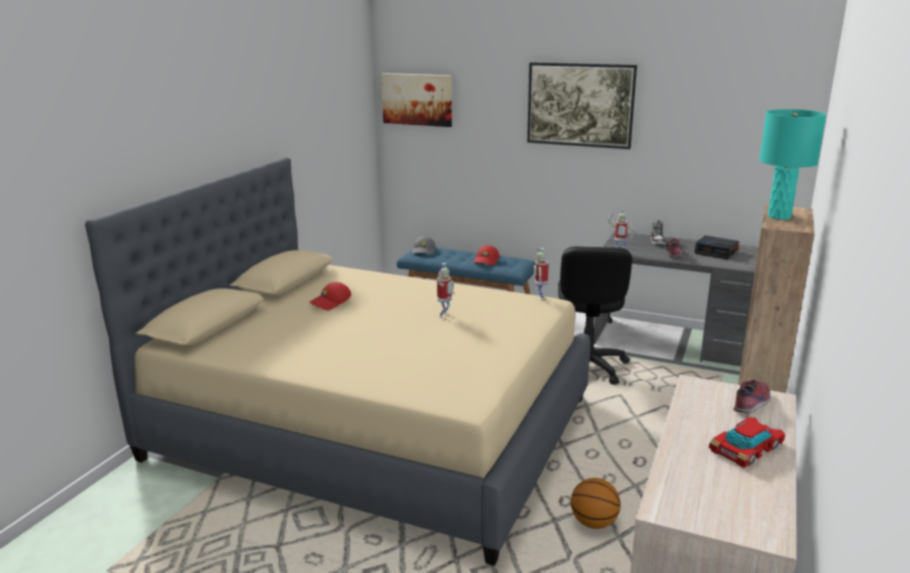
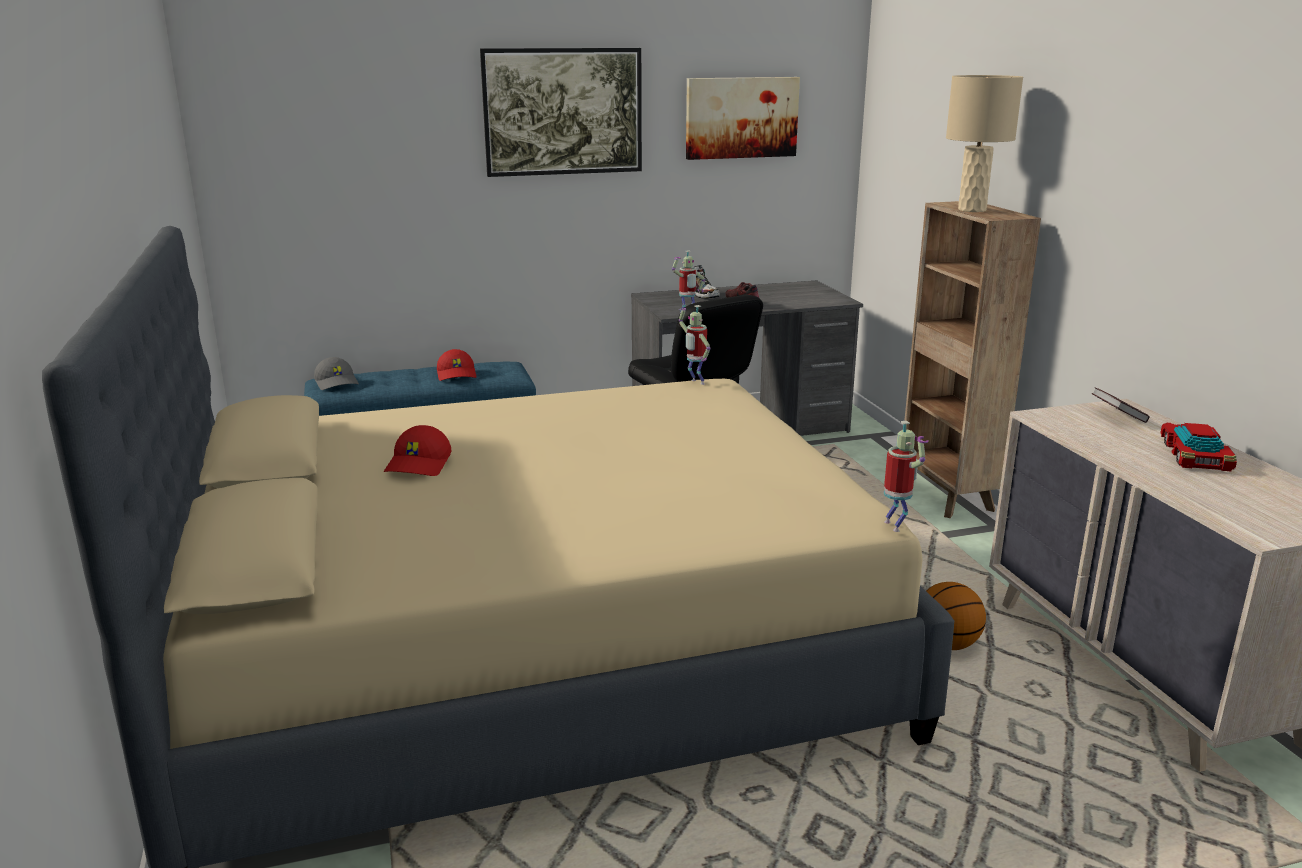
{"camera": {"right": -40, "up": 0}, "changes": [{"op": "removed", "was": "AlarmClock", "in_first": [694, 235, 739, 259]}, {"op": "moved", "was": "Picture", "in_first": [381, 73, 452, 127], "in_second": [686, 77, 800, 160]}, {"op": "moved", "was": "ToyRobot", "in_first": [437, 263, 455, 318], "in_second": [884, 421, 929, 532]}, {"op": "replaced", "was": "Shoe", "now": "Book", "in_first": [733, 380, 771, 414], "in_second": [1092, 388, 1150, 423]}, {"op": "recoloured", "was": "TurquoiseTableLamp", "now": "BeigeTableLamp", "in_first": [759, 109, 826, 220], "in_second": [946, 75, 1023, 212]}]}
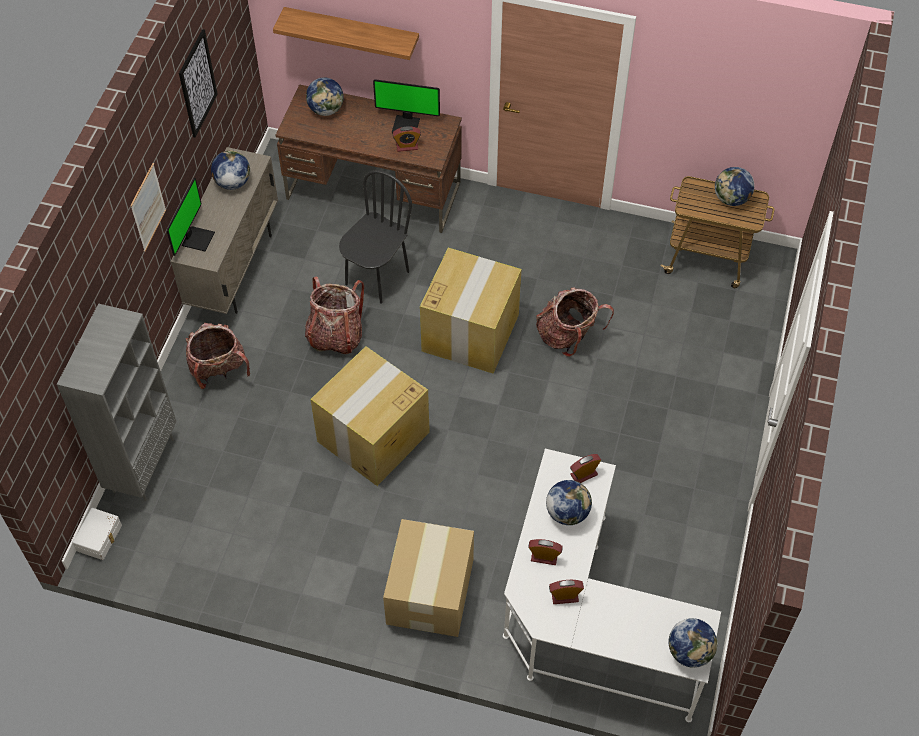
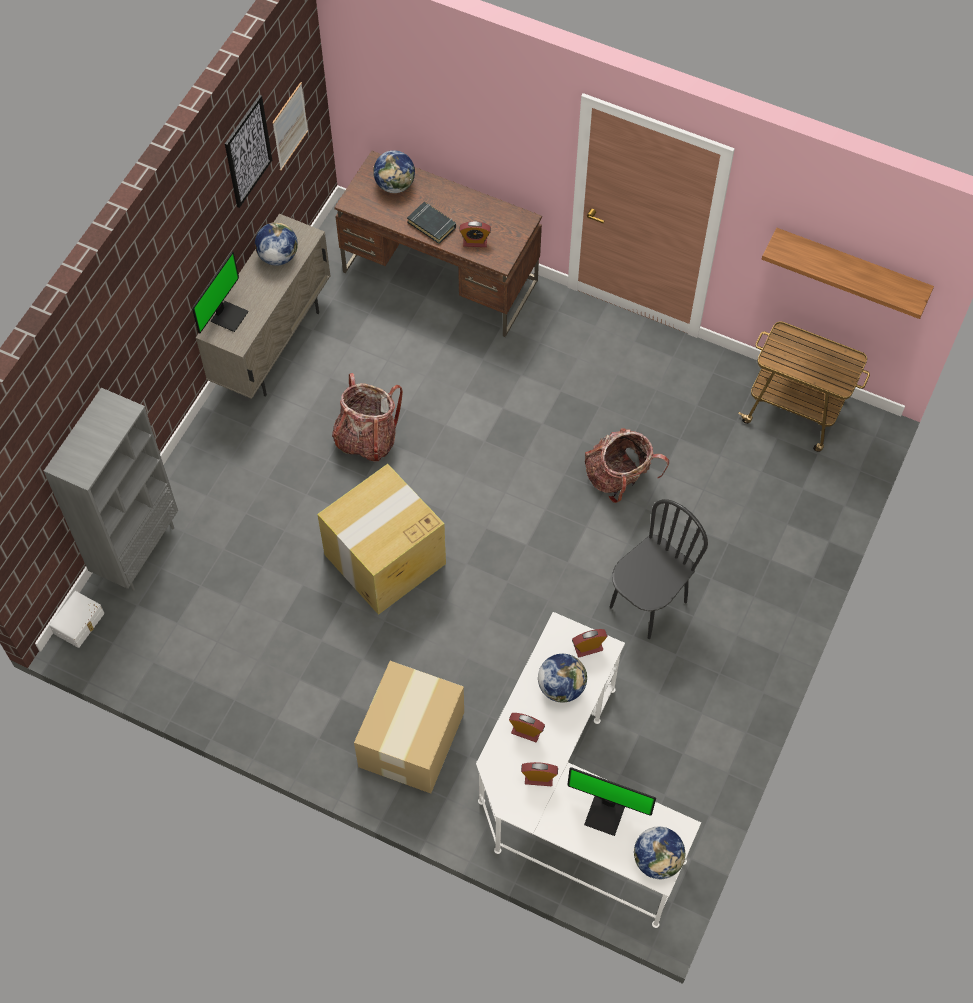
{"camera": {"right": 10, "up": 5}, "changes": [{"op": "removed", "was": "Backpack", "in_first": [186, 323, 250, 389]}, {"op": "removed", "was": "CardboardBox", "in_first": [420, 248, 522, 374]}, {"op": "removed", "was": "Globe", "in_first": [715, 167, 755, 206]}, {"op": "added", "now": "BlackBook", "in_second": [407, 202, 456, 244]}, {"op": "moved", "was": "Picture", "in_first": [130, 163, 166, 252], "in_second": [272, 82, 308, 171]}, {"op": "moved", "was": "Shelf", "in_first": [273, 7, 419, 60], "in_second": [762, 228, 934, 319]}, {"op": "moved", "was": "BlackChair", "in_first": [339, 170, 412, 304], "in_second": [610, 499, 708, 639]}, {"op": "moved", "was": "Monitor", "in_first": [373, 79, 440, 133], "in_second": [567, 767, 656, 836]}]}
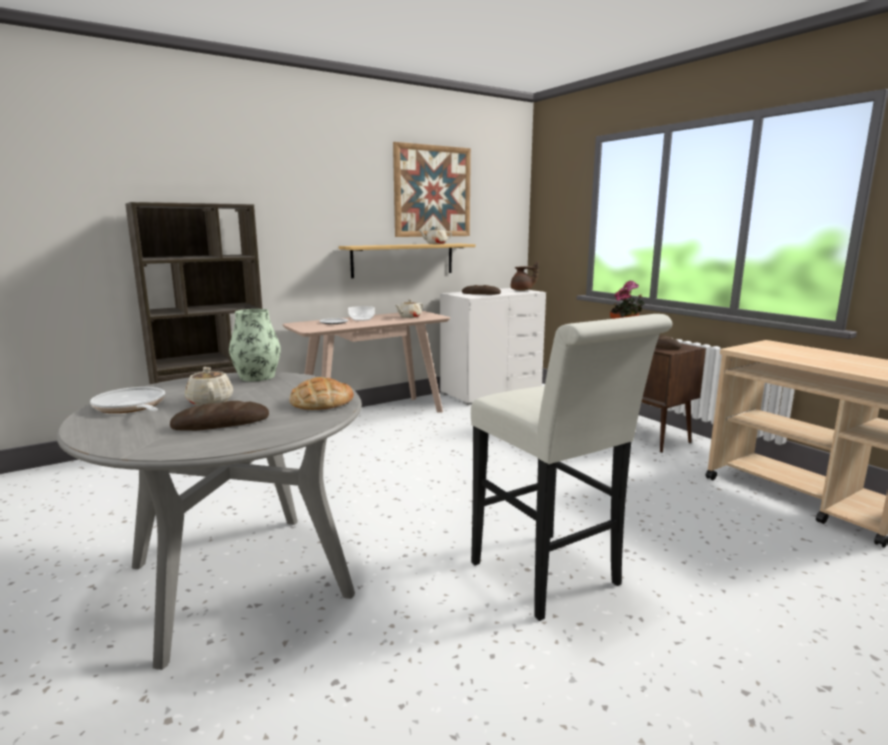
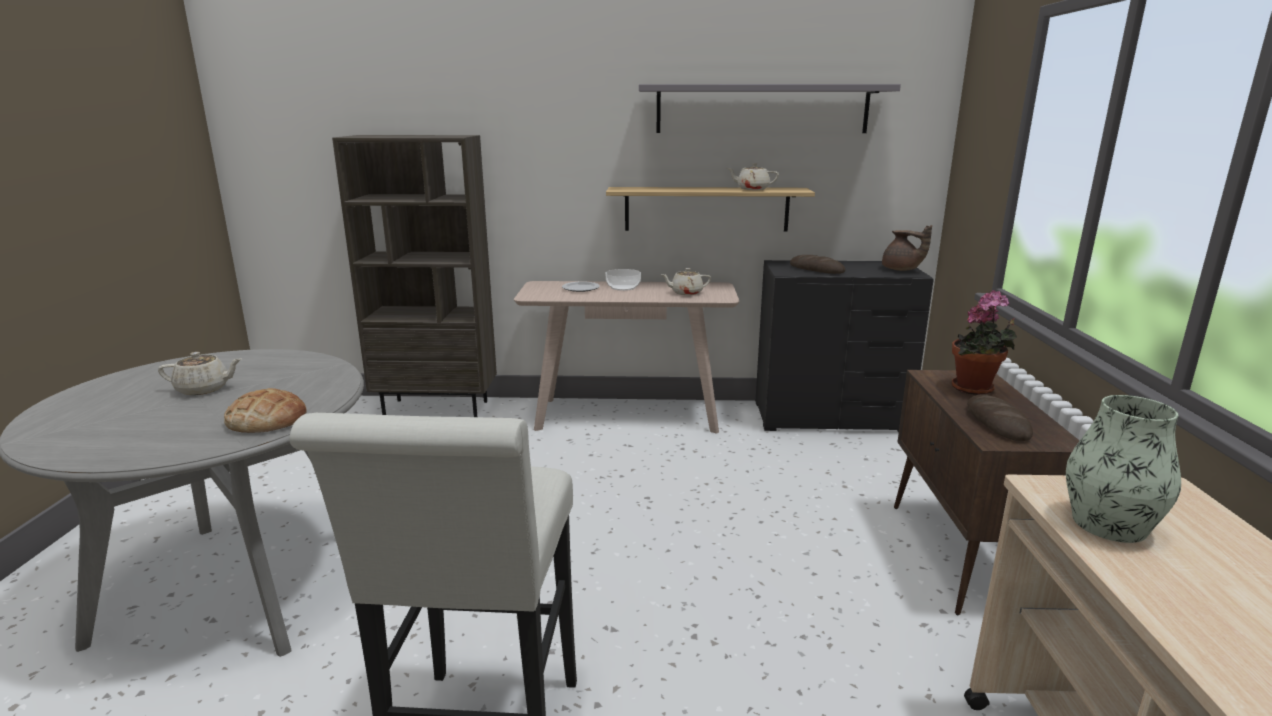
{"camera": {"right": 35, "up": 5}, "changes": [{"op": "removed", "was": "FryingPan", "in_first": [90, 387, 165, 413]}, {"op": "removed", "was": "Bread", "in_first": [170, 401, 269, 431]}, {"op": "moved", "was": "Vase", "in_first": [229, 309, 281, 381], "in_second": [1066, 395, 1181, 543]}, {"op": "replaced", "was": "Picture", "now": "GreyShelf", "in_first": [393, 142, 471, 237], "in_second": [639, 84, 901, 133]}, {"op": "recoloured", "was": "WhiteDresser", "now": "BlackDresser", "in_first": [440, 288, 546, 405], "in_second": [755, 260, 934, 432]}, {"op": "turned", "was": "BeigeTeapot", "in_first": [185, 367, 233, 406], "in_second": [158, 352, 241, 395], "clockwise": 75}]}
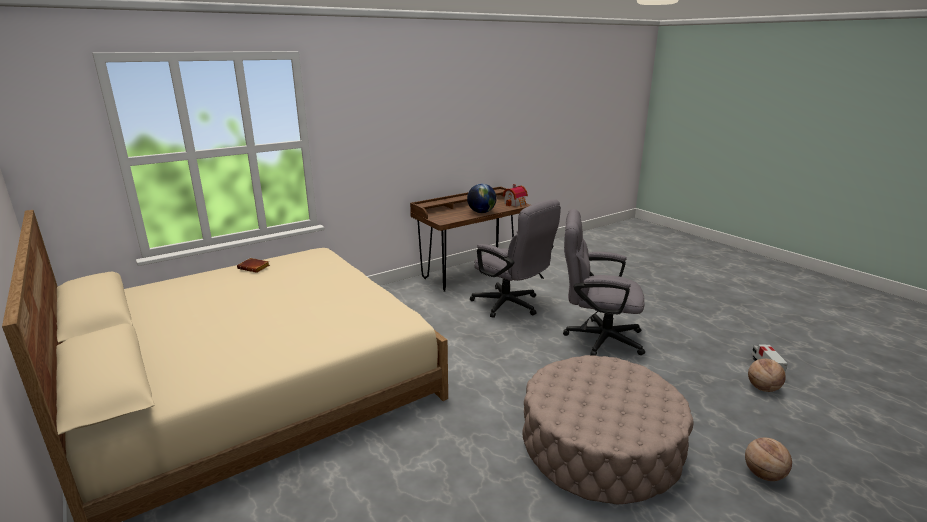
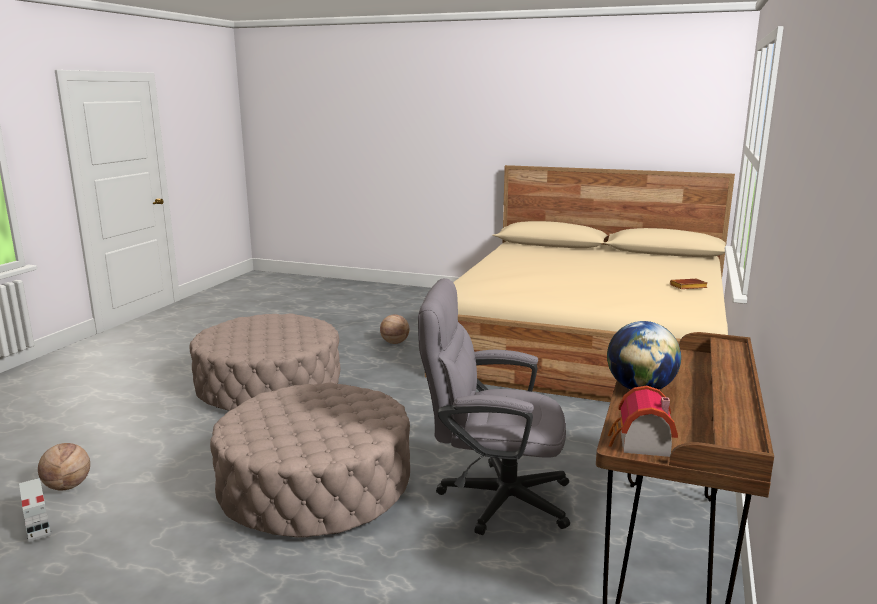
{"camera": {"right": 145, "up": -5}, "changes": [{"op": "moved", "was": "Basketball", "in_first": [745, 438, 792, 481], "in_second": [380, 314, 409, 344]}, {"op": "replaced", "was": "GreyOfficeChair", "now": "BeigeOttoman", "in_first": [563, 209, 645, 356], "in_second": [210, 382, 410, 538]}]}
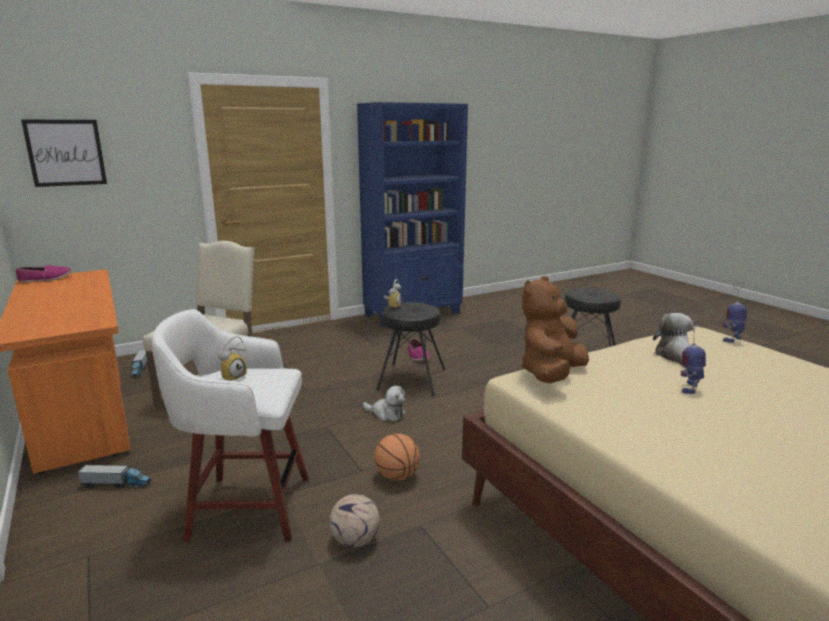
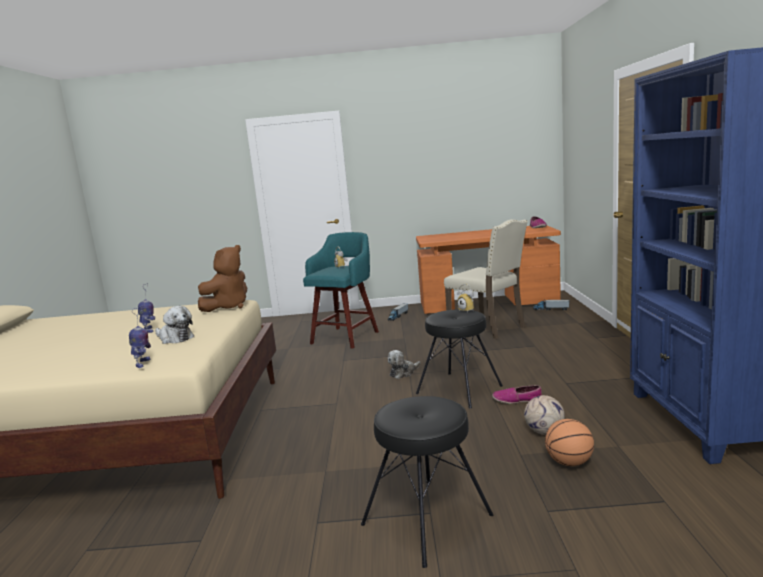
{"camera": {"right": 120, "up": -5}, "changes": [{"op": "removed", "was": "Picture", "in_first": [21, 120, 107, 187]}, {"op": "moved", "was": "Football", "in_first": [329, 494, 380, 547], "in_second": [524, 395, 565, 435]}, {"op": "moved", "was": "Basketball", "in_first": [374, 434, 420, 480], "in_second": [545, 419, 594, 466]}, {"op": "recoloured", "was": "WhiteStool", "now": "TurquoiseStool", "in_first": [152, 309, 309, 542], "in_second": [303, 232, 379, 349]}, {"op": "turned", "was": "BrownPlushToy", "in_first": [521, 276, 589, 383], "in_second": [198, 245, 247, 312], "clockwise": 60}]}
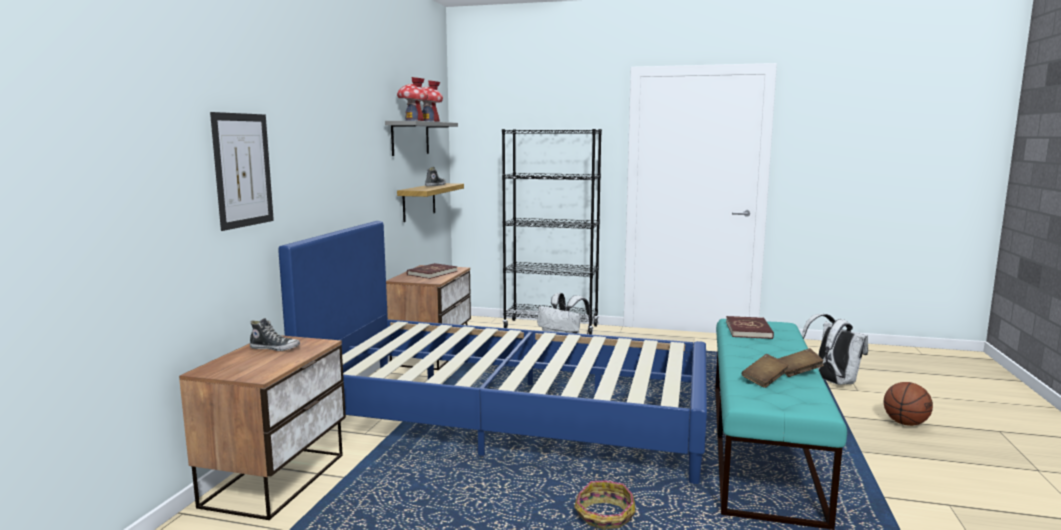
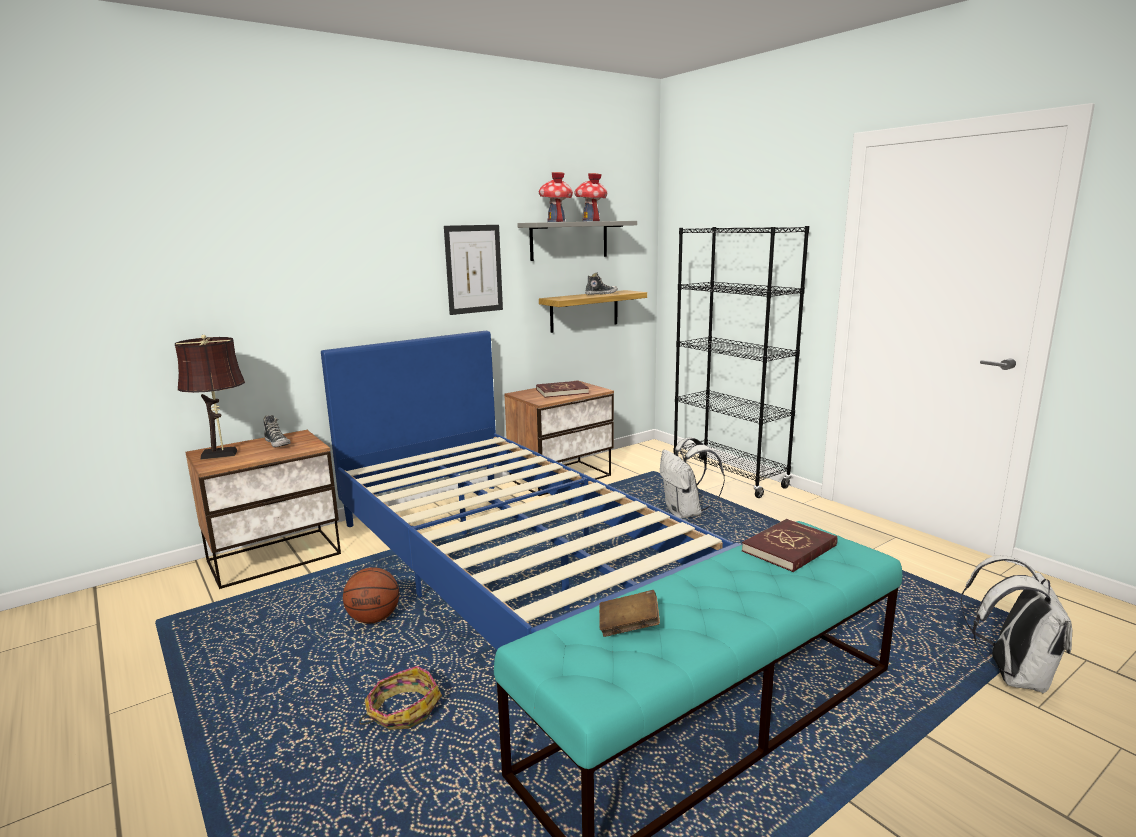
{"camera": {"right": 40, "up": 5}, "changes": [{"op": "removed", "was": "BrownBook", "in_first": [778, 348, 824, 377]}, {"op": "added", "now": "BrownTableLamp", "in_second": [175, 335, 245, 460]}, {"op": "moved", "was": "Picture", "in_first": [210, 112, 274, 231], "in_second": [444, 225, 503, 315]}, {"op": "moved", "was": "Basketball", "in_first": [884, 382, 933, 426], "in_second": [343, 567, 399, 623]}]}
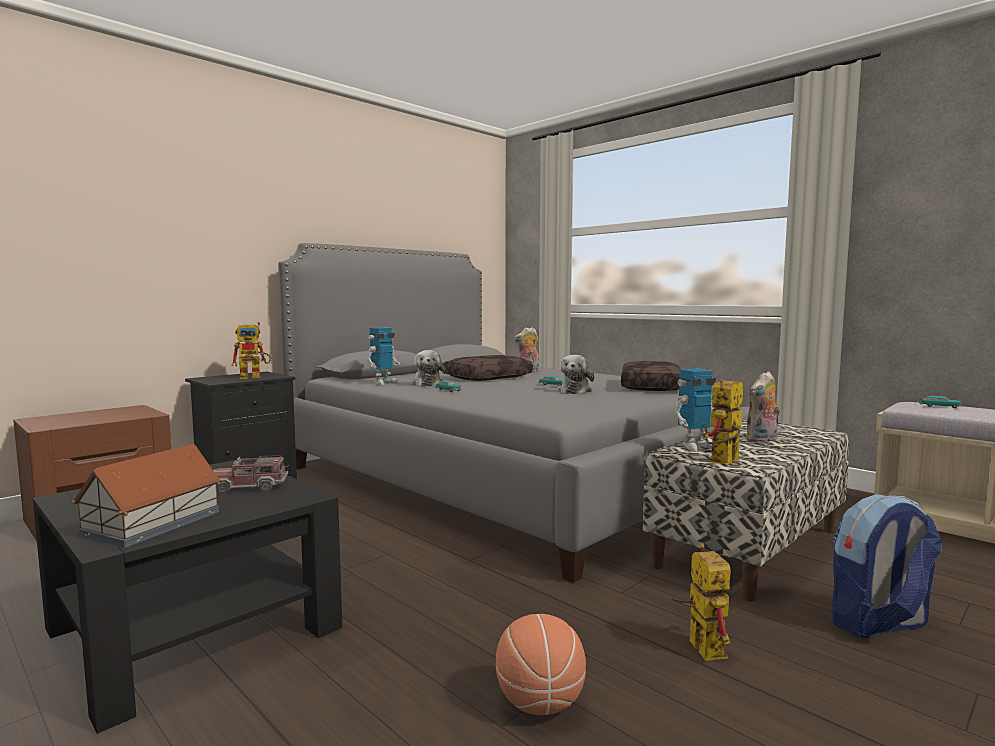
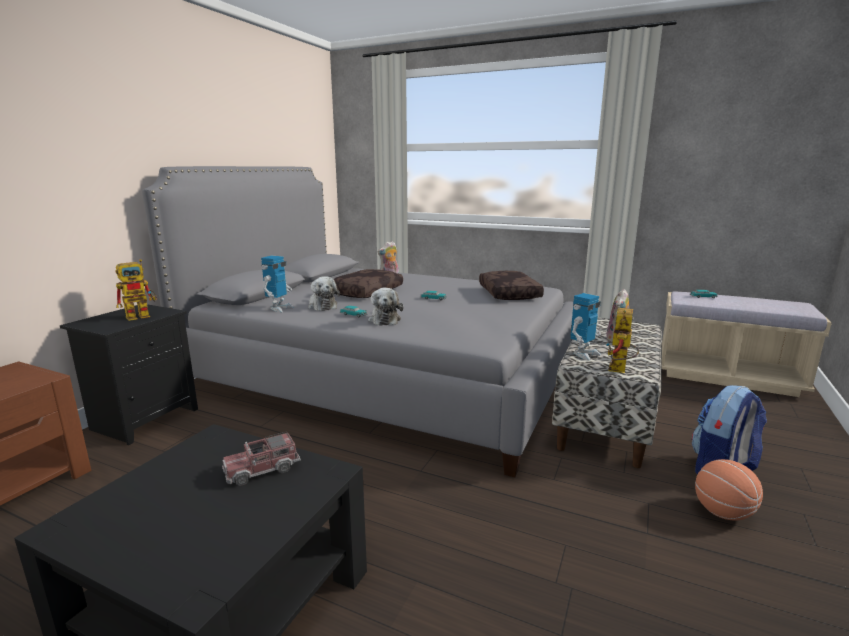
{"camera": {"right": -20, "up": 10}, "changes": [{"op": "removed", "was": "ToyHouse", "in_first": [71, 444, 221, 548]}, {"op": "removed", "was": "ToyRobot", "in_first": [671, 544, 731, 661]}, {"op": "moved", "was": "Basketball", "in_first": [496, 614, 586, 715], "in_second": [695, 459, 763, 521]}, {"op": "moved", "was": "PlushToy", "in_first": [557, 355, 595, 394], "in_second": [368, 288, 403, 326]}]}
